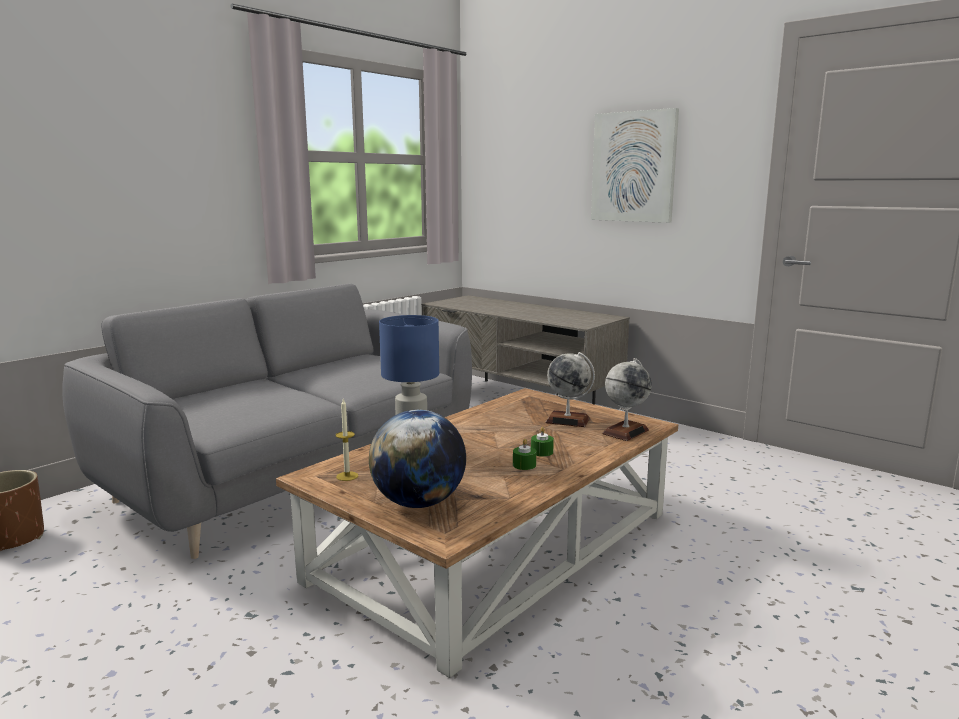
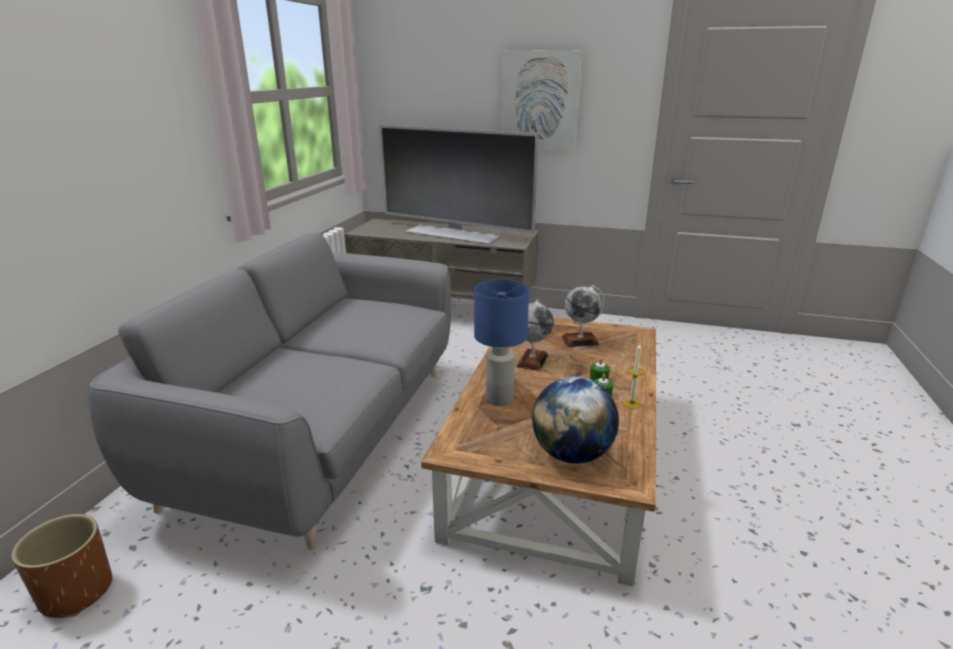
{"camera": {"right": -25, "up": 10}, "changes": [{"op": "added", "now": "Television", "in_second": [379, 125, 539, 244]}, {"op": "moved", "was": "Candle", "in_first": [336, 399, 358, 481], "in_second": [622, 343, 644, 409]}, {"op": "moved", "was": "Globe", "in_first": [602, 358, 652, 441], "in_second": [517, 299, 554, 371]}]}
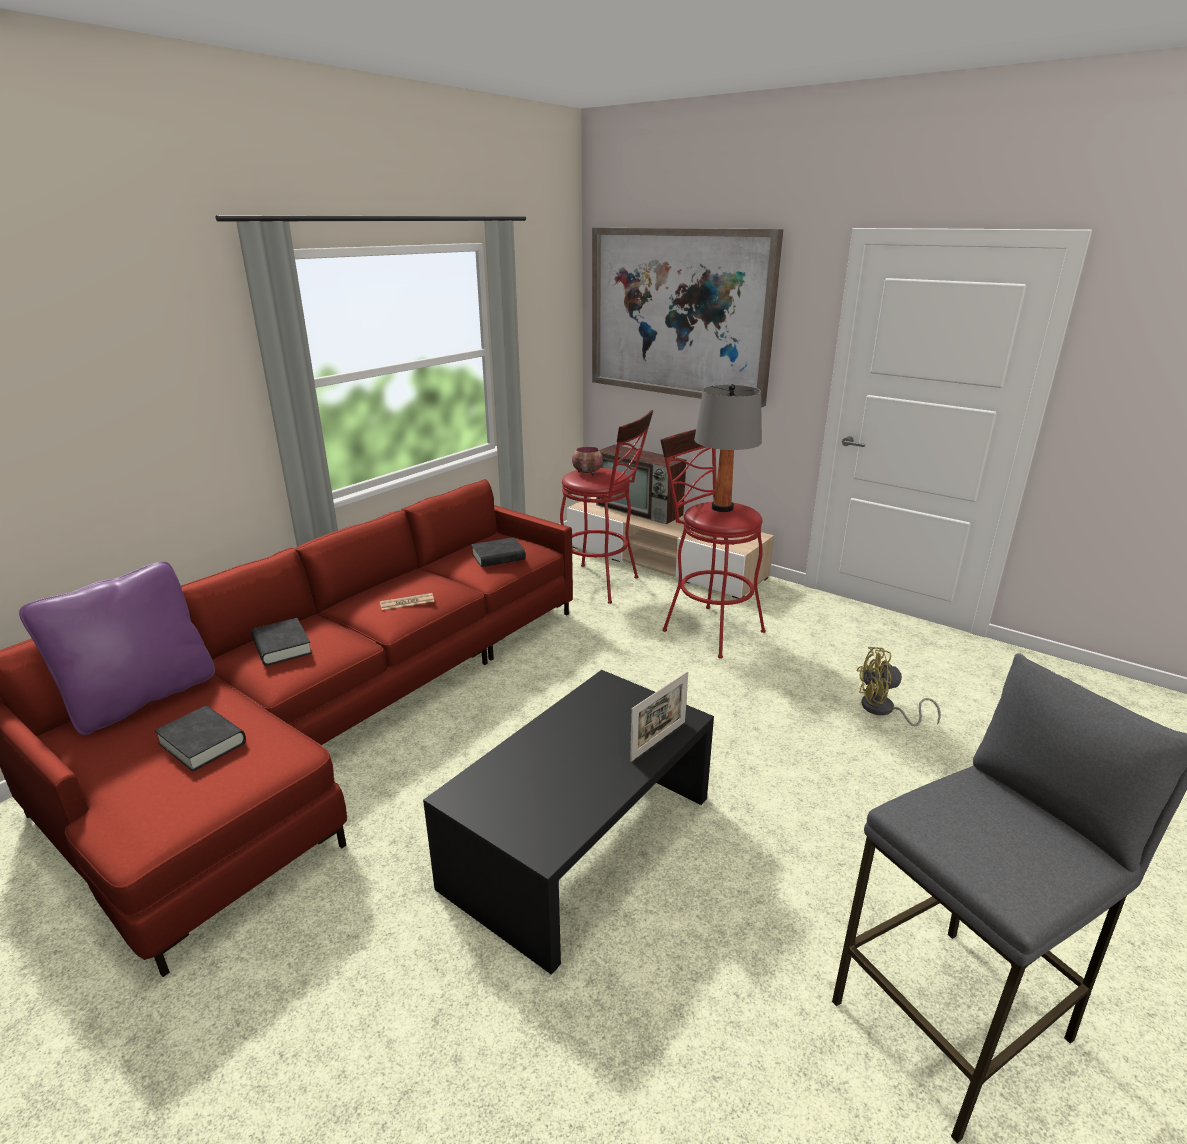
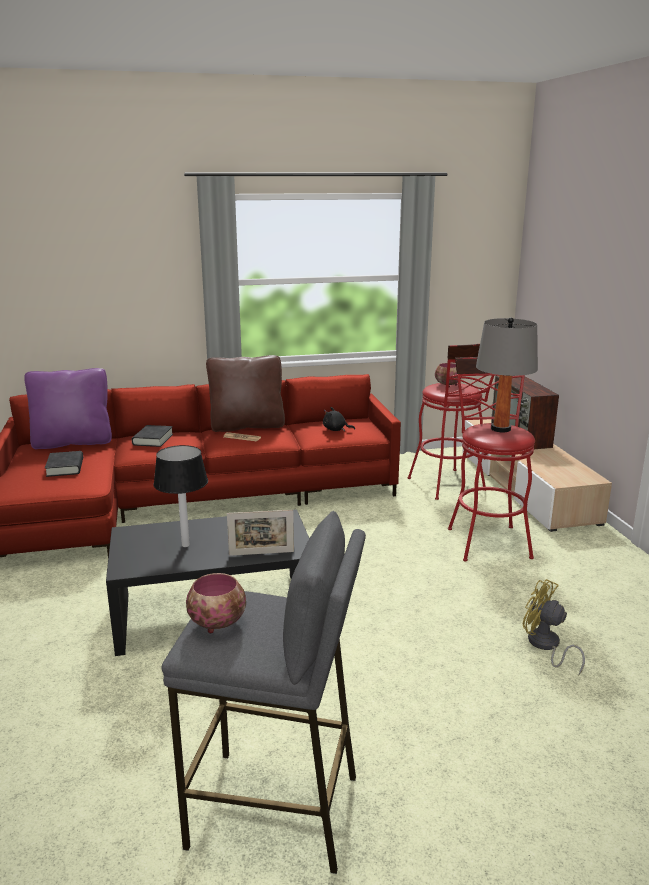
{"camera": {"right": 40, "up": -5}, "changes": [{"op": "removed", "was": "Picture", "in_first": [592, 228, 783, 408]}, {"op": "added", "now": "TableLamp", "in_second": [154, 445, 208, 547]}, {"op": "added", "now": "Bowl", "in_second": [186, 573, 246, 633]}, {"op": "added", "now": "BrownPillow", "in_second": [206, 355, 285, 432]}, {"op": "replaced", "was": "BlackBook", "now": "BlackPlushToy", "in_first": [471, 537, 526, 567], "in_second": [323, 407, 355, 431]}]}
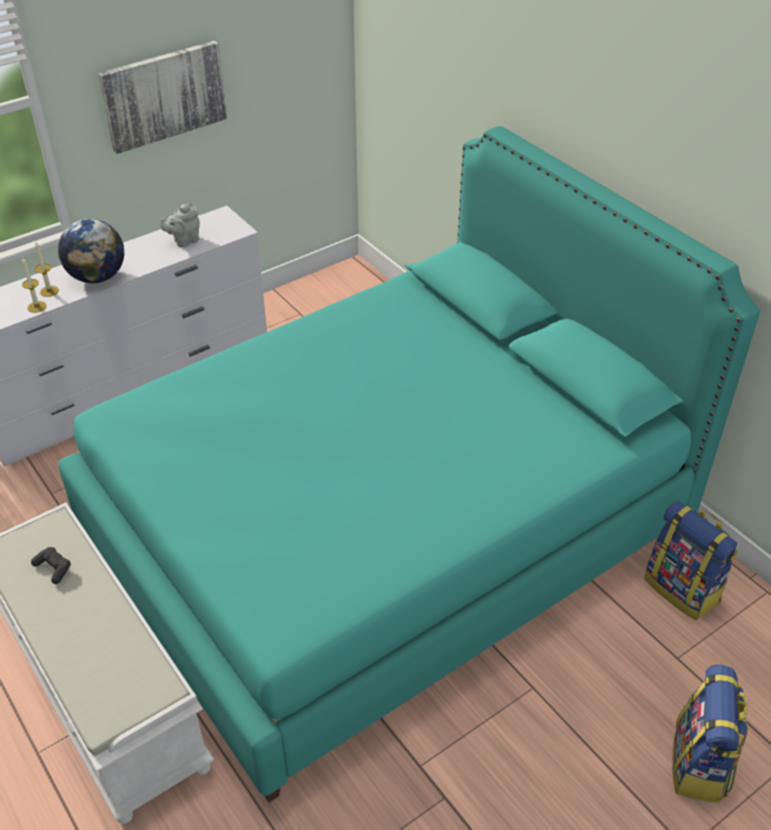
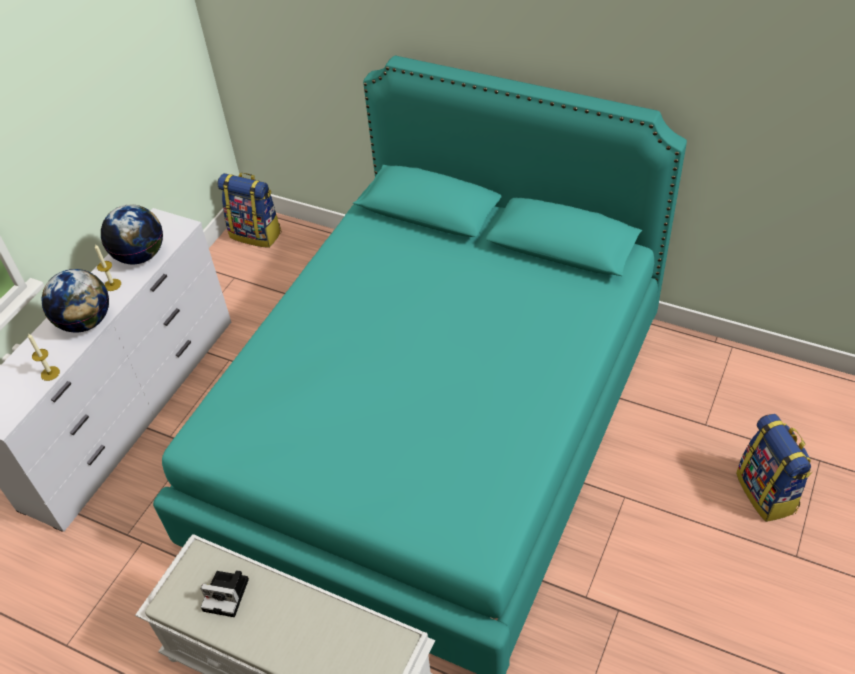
{"camera": {"right": -25, "up": 5}, "changes": [{"op": "removed", "was": "Picture", "in_first": [98, 41, 227, 154]}, {"op": "moved", "was": "Candle", "in_first": [35, 242, 59, 297], "in_second": [95, 244, 121, 291]}, {"op": "moved", "was": "Backpack", "in_first": [644, 501, 737, 620], "in_second": [217, 173, 282, 248]}, {"op": "replaced", "was": "BlackGameController", "now": "PhotoCamera", "in_first": [31, 547, 71, 584], "in_second": [201, 570, 249, 617]}, {"op": "replaced", "was": "GreyTeapot", "now": "Globe", "in_first": [160, 203, 200, 247], "in_second": [101, 205, 163, 265]}]}
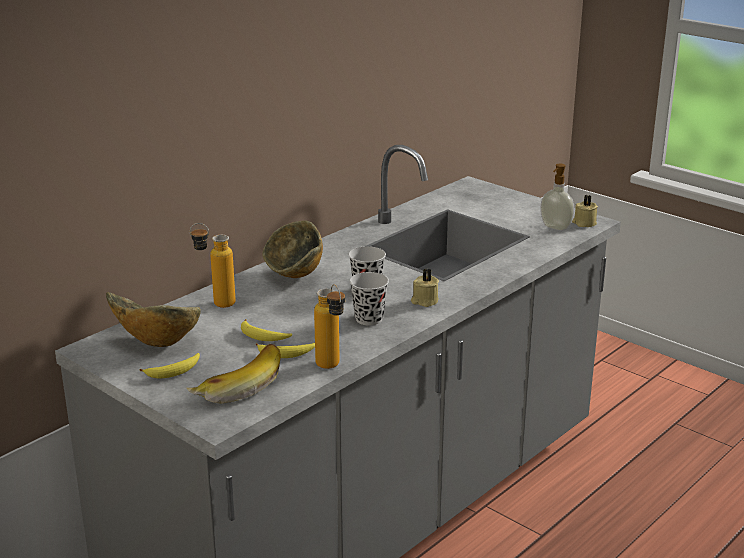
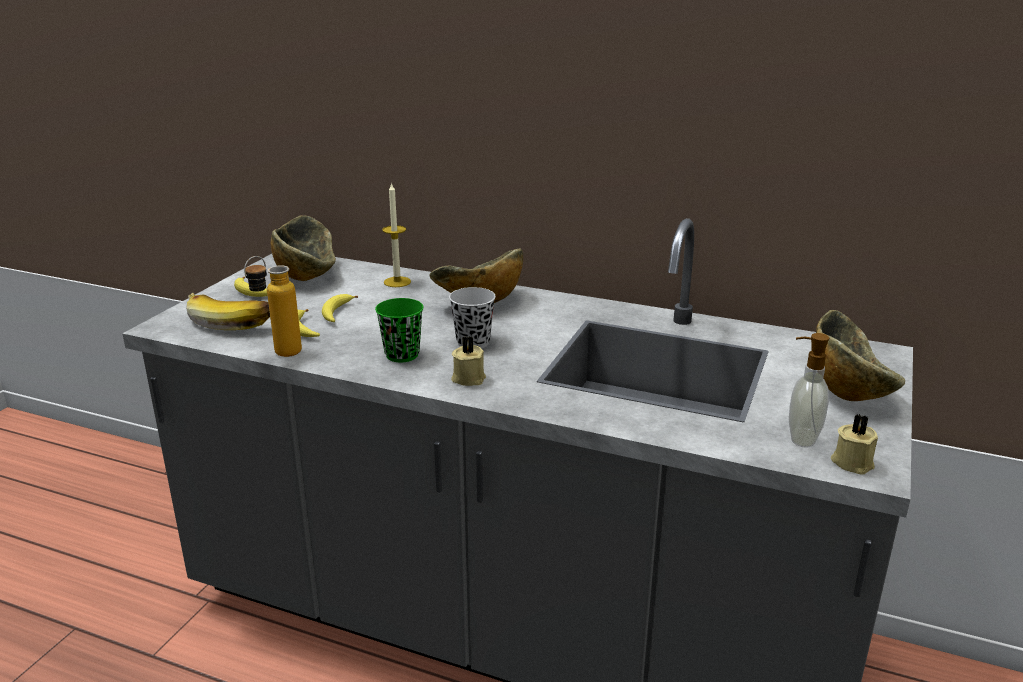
{"camera": {"right": 70, "up": 0}, "changes": [{"op": "added", "now": "Bowl", "in_second": [816, 310, 905, 401]}, {"op": "replaced", "was": "Bottle", "now": "Candle", "in_first": [190, 223, 236, 308], "in_second": [382, 182, 411, 287]}, {"op": "recoloured", "was": "BlackCup", "now": "GreenCup", "in_first": [350, 272, 389, 325], "in_second": [375, 298, 423, 362]}]}
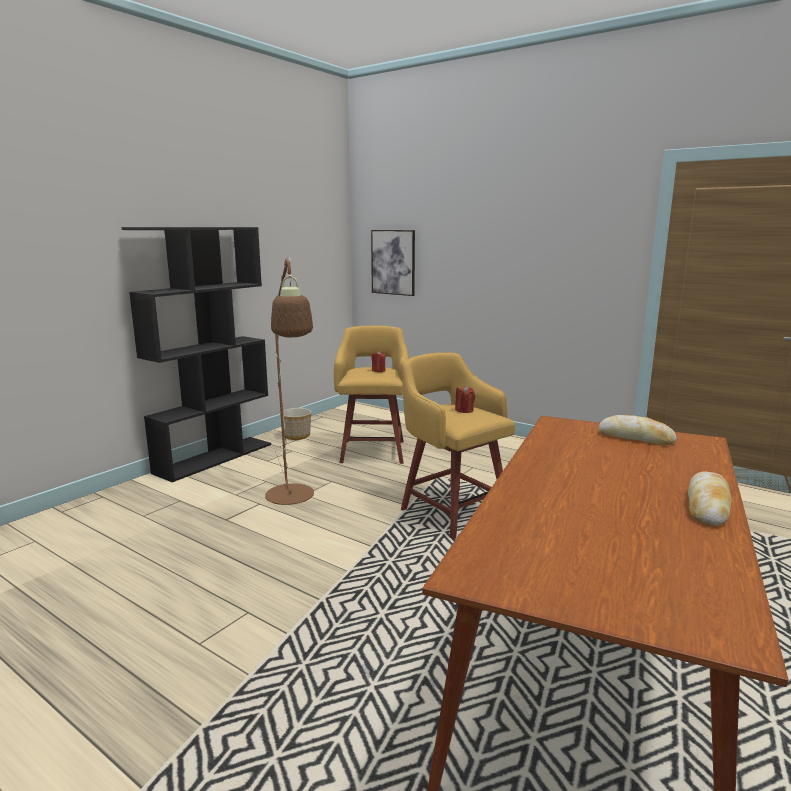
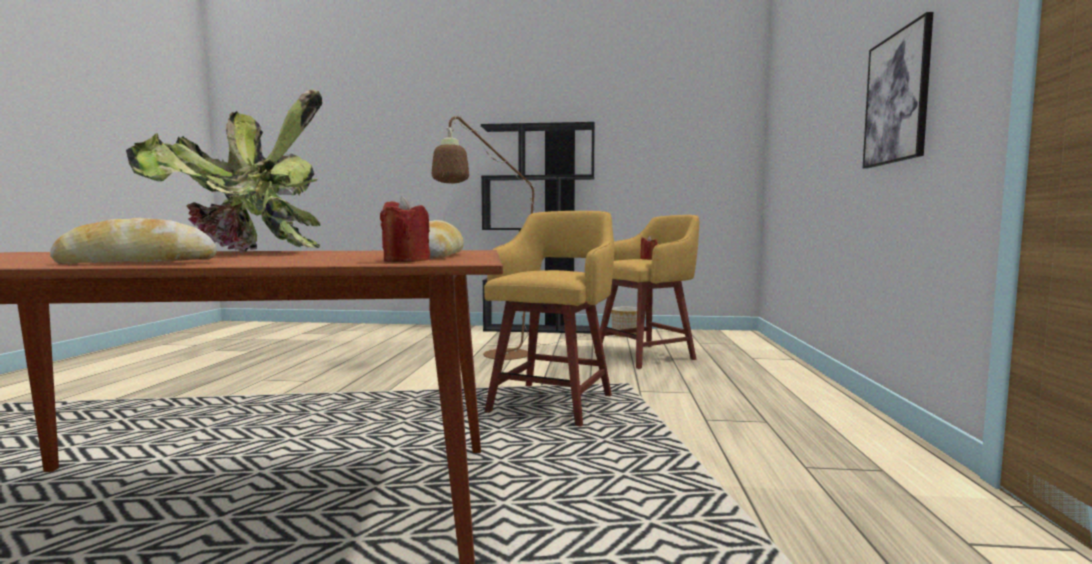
{"camera": {"right": 60, "up": -10}, "changes": [{"op": "added", "now": "PottedPlant", "in_second": [126, 89, 322, 253]}, {"op": "moved", "was": "Picture", "in_first": [371, 230, 415, 296], "in_second": [863, 12, 933, 168]}, {"op": "moved", "was": "RedCandle", "in_first": [455, 386, 475, 413], "in_second": [380, 196, 430, 262]}]}
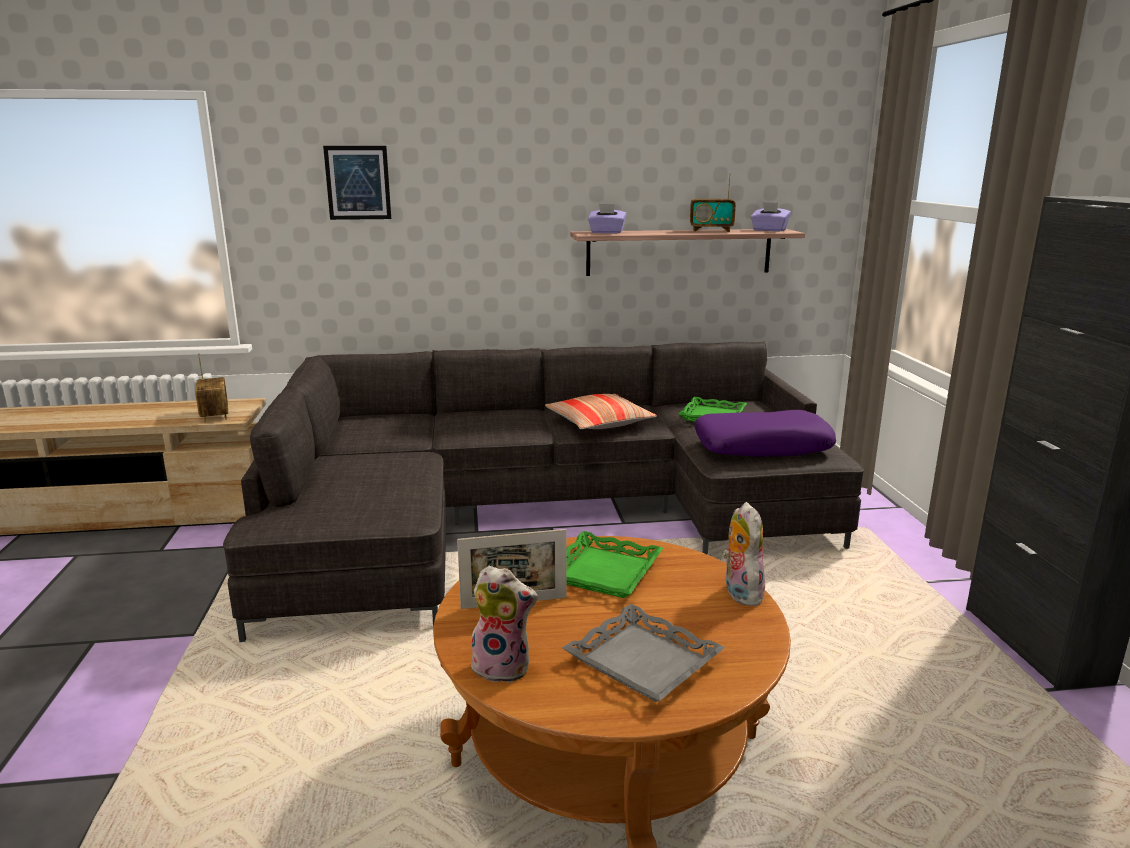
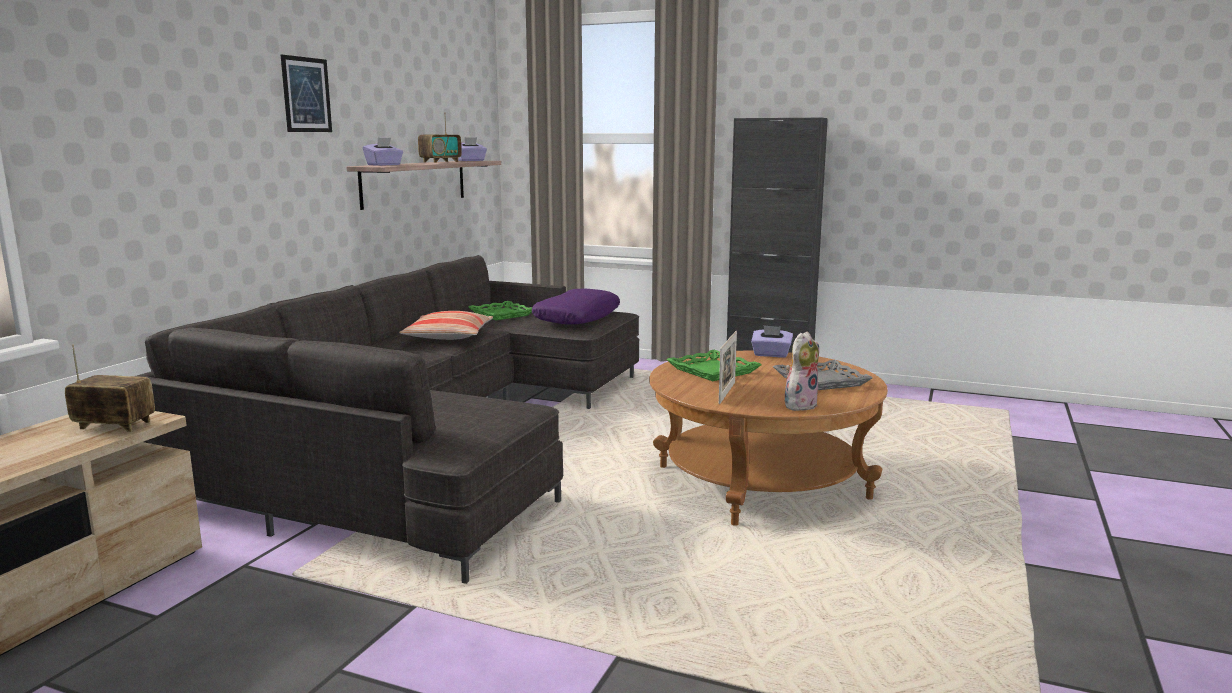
{"camera": {"right": -60, "up": -5}, "changes": [{"op": "moved", "was": "Picture", "in_first": [323, 146, 391, 220], "in_second": [281, 55, 332, 132]}, {"op": "replaced", "was": "PlushToy", "now": "PurpleTissueBox", "in_first": [722, 502, 765, 606], "in_second": [751, 325, 793, 358]}]}
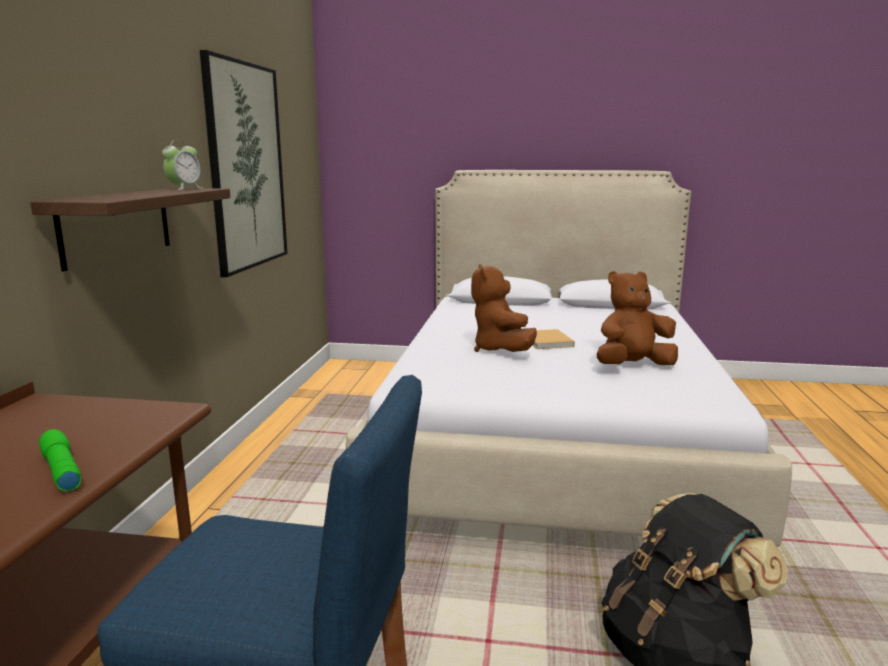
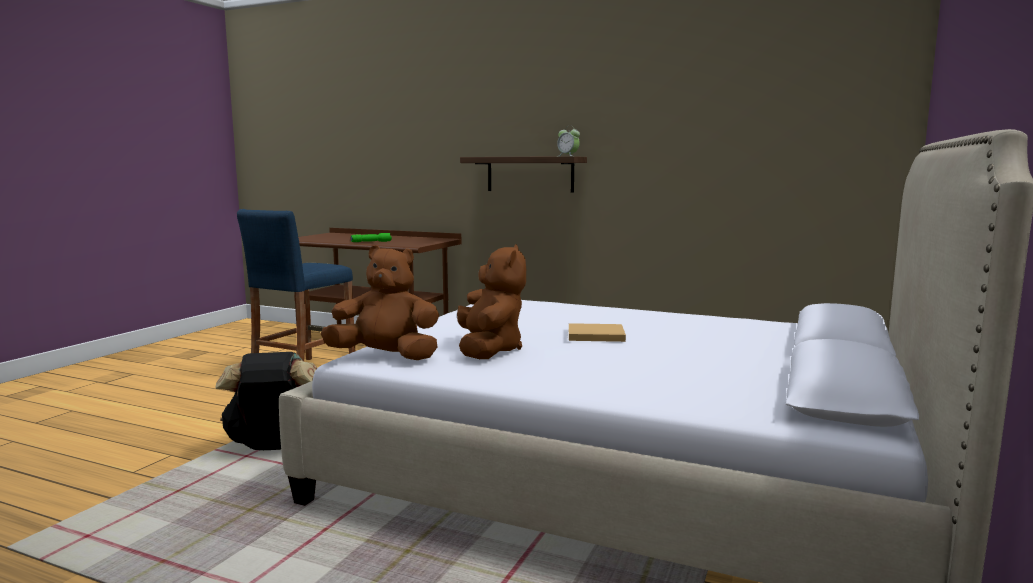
{"camera": {"right": 105, "up": -5}, "changes": [{"op": "removed", "was": "Picture", "in_first": [200, 50, 287, 277]}, {"op": "moved", "was": "BrownPlushToy", "in_first": [471, 264, 537, 352], "in_second": [320, 245, 439, 360]}]}
